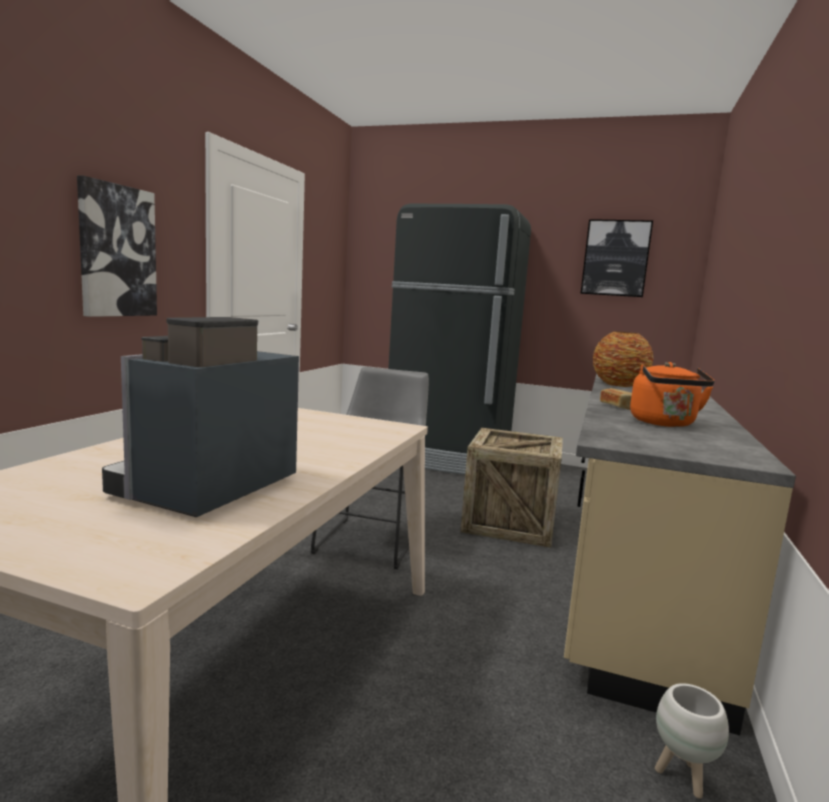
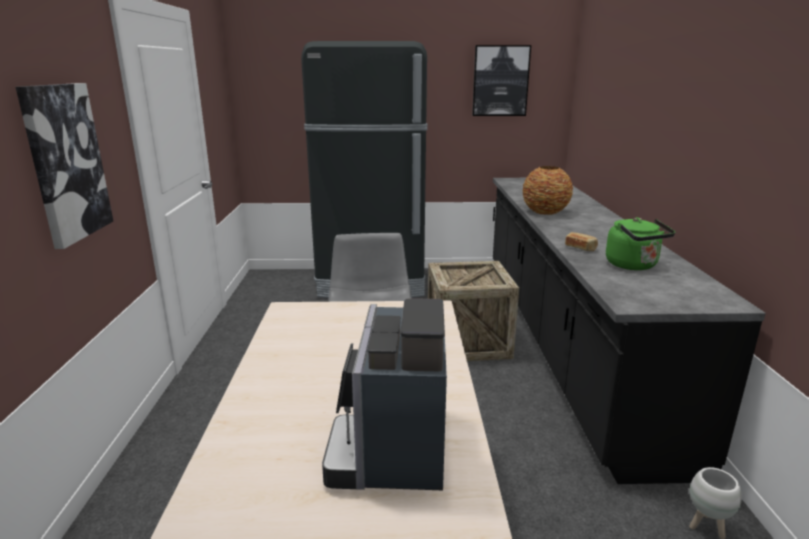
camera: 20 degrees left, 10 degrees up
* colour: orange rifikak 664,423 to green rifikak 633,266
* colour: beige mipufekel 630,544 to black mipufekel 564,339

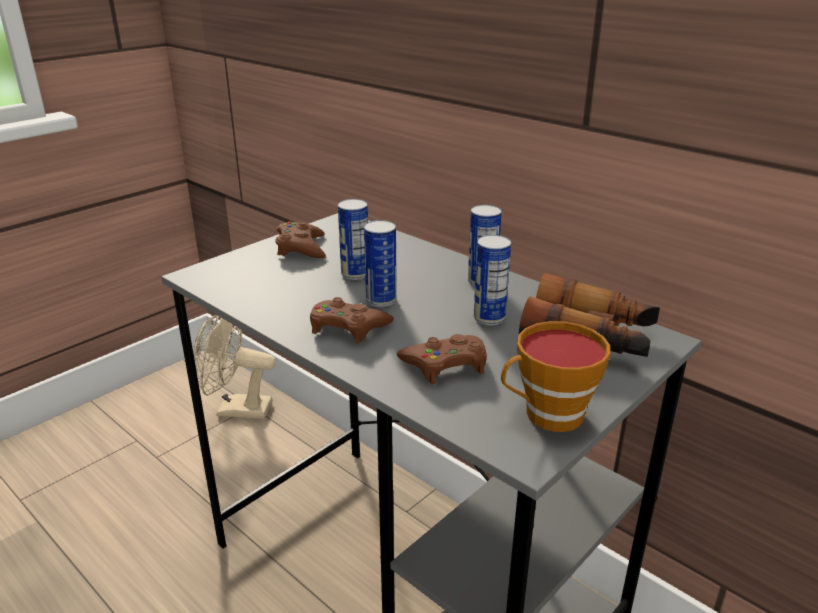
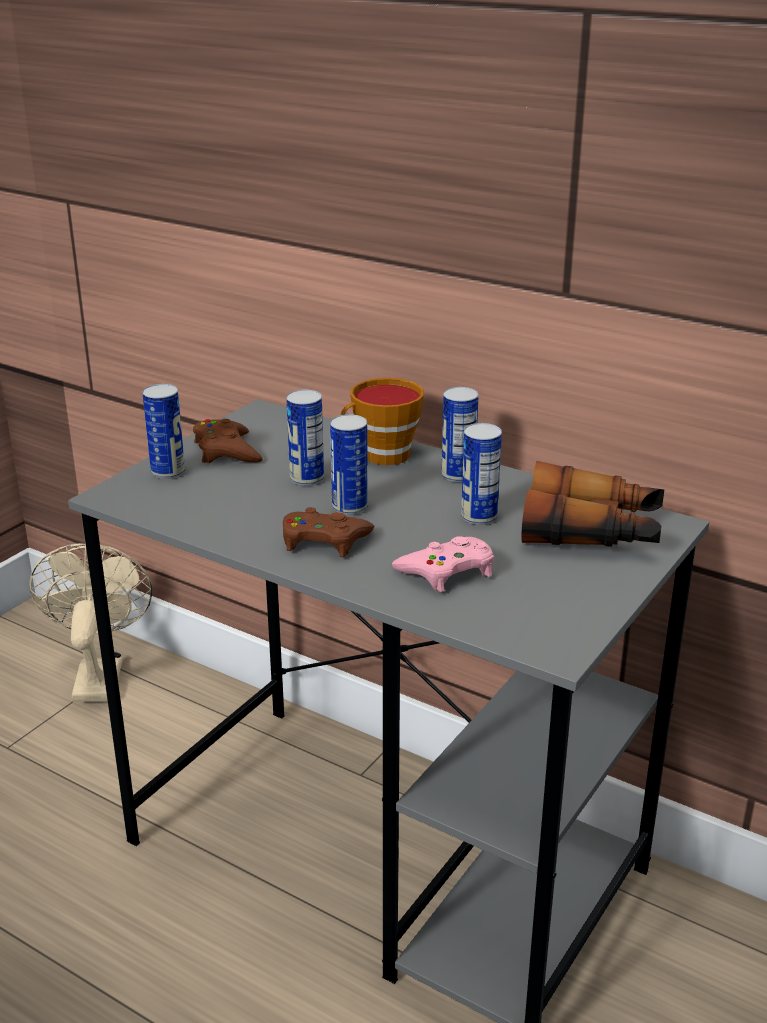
camera: 10 degrees left, 0 degrees up
* spun: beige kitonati 236,409 = 98,675 90 degrees clockwise
* relocated: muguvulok 548,416 to 381,456
* colour: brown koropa 445,364 to pink koropa 447,571
* appeared: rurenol 168,472

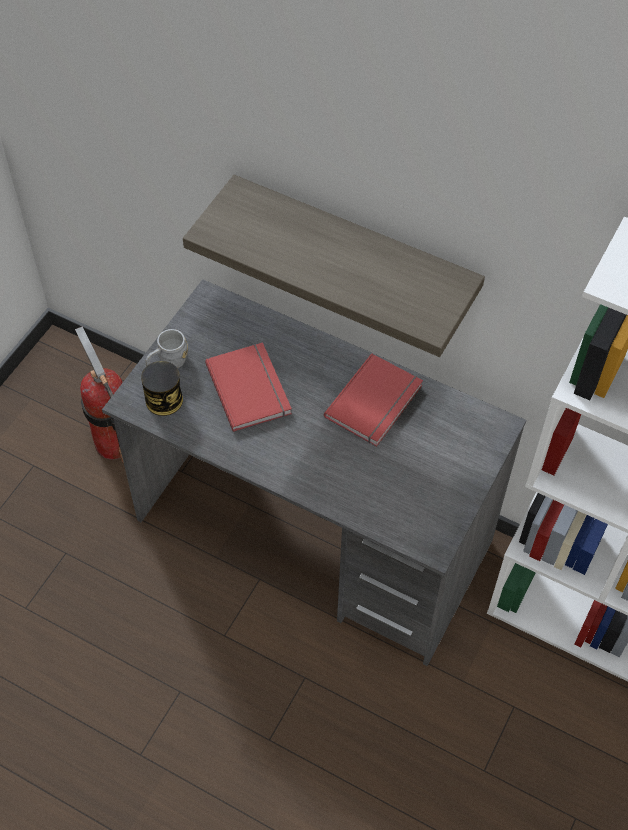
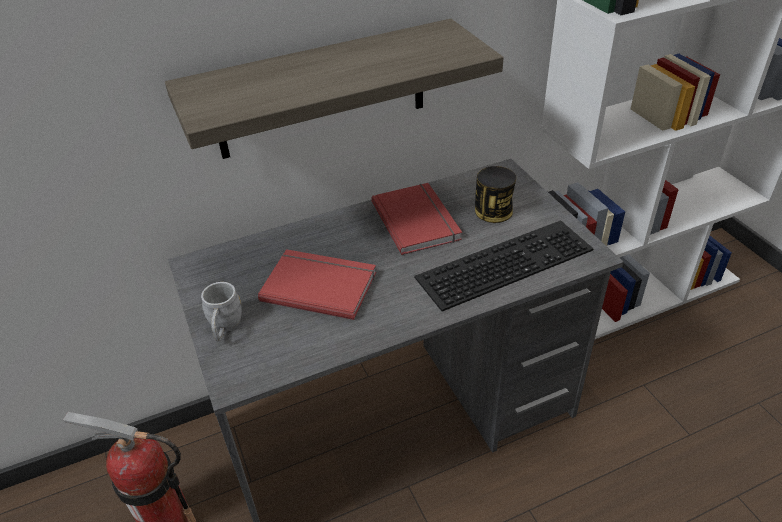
camera: 50 degrees left, 15 degrees down
* relocated: rurenol 164,400 to 493,211
* appeared: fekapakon 504,261

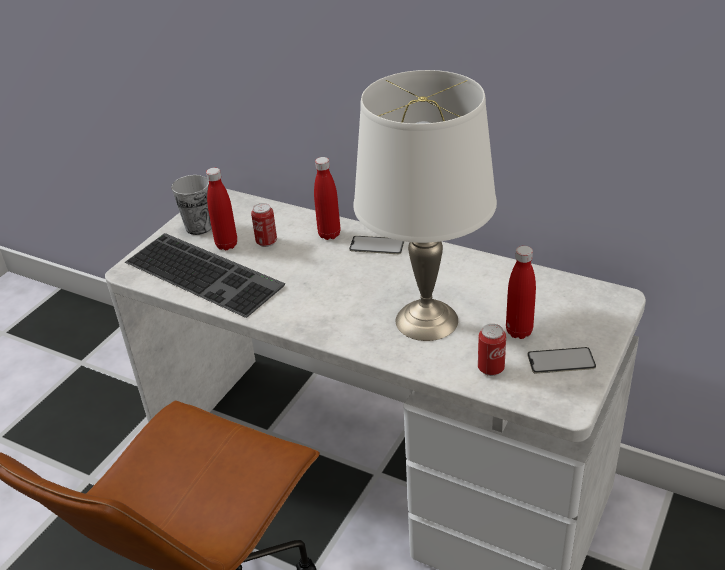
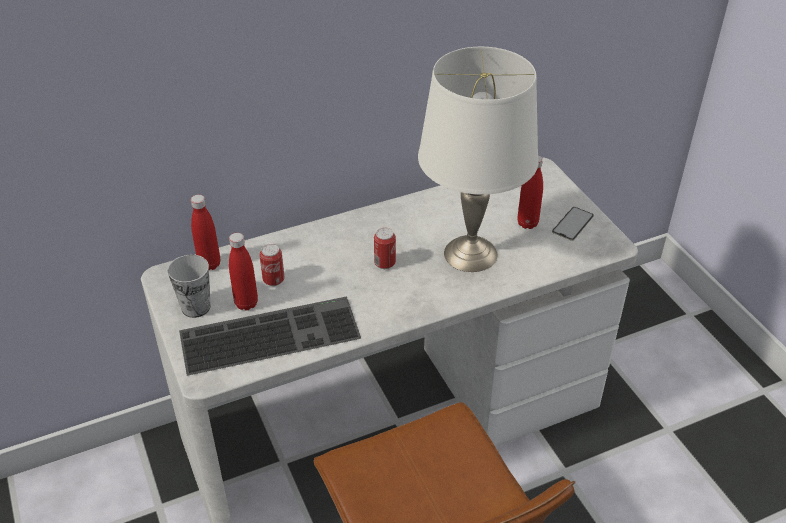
camera: 55 degrees left, 5 degrees up
* relocated: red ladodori 329,234 to 209,264
* missing: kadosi 377,245
* relocated: rurenol 491,369 to 385,264

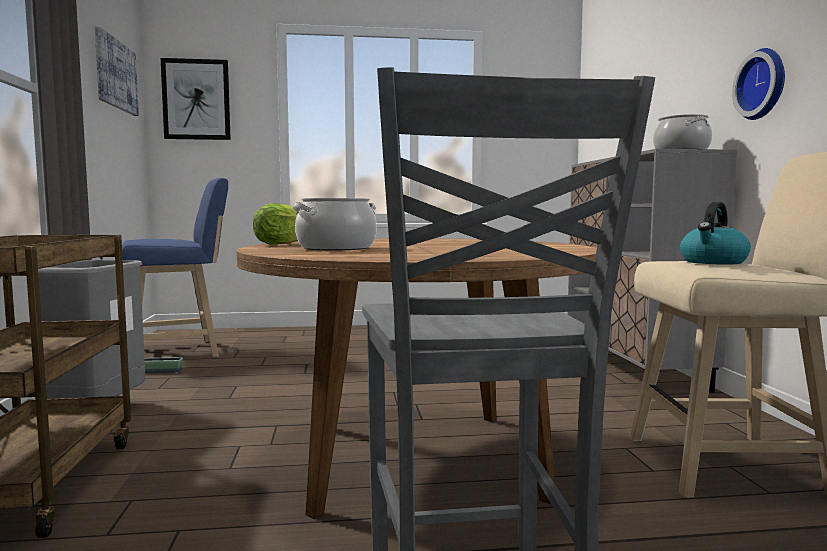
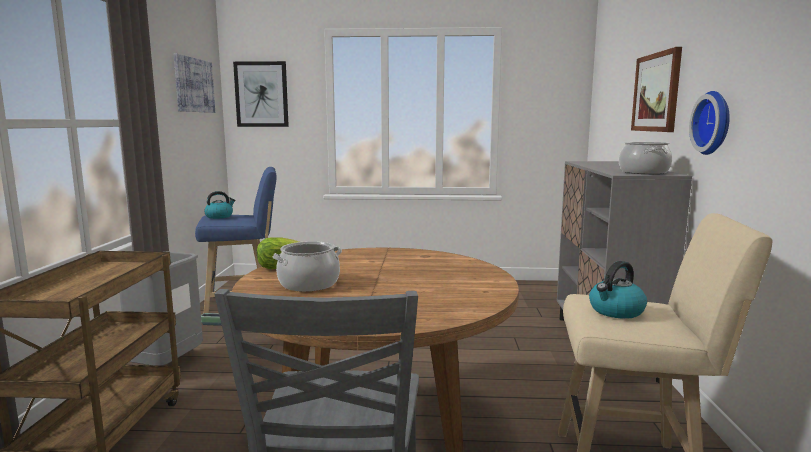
camera: 10 degrees right, 5 degrees up
* appeared: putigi 656,92
* appeared: rifikak 219,216

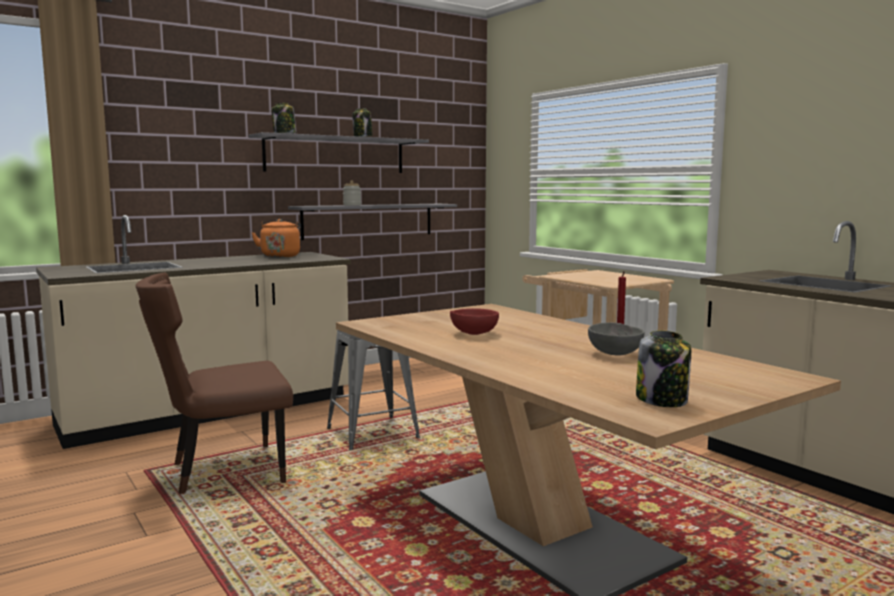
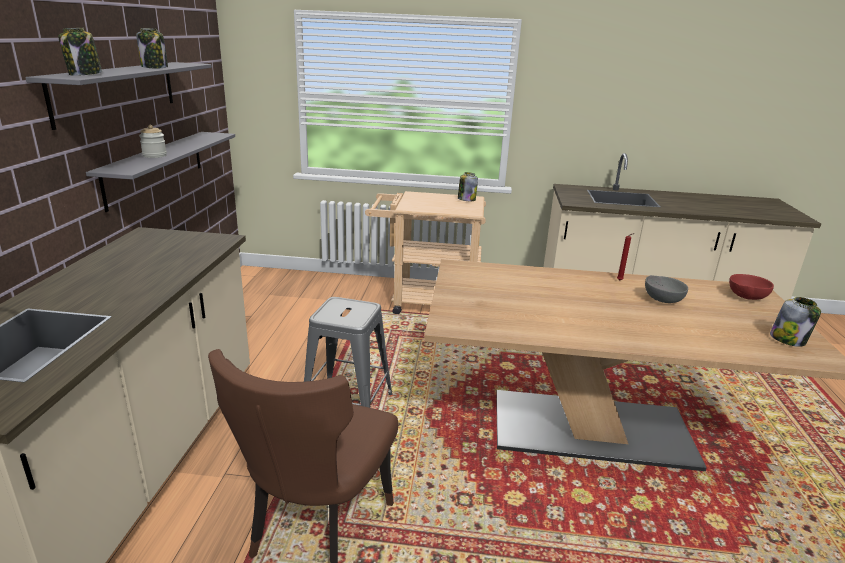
camera: 50 degrees left, 15 degrees up
* missing: orange rifikak 280,256
* relocated: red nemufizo 472,334 to 746,297
* appeared: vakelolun 466,199

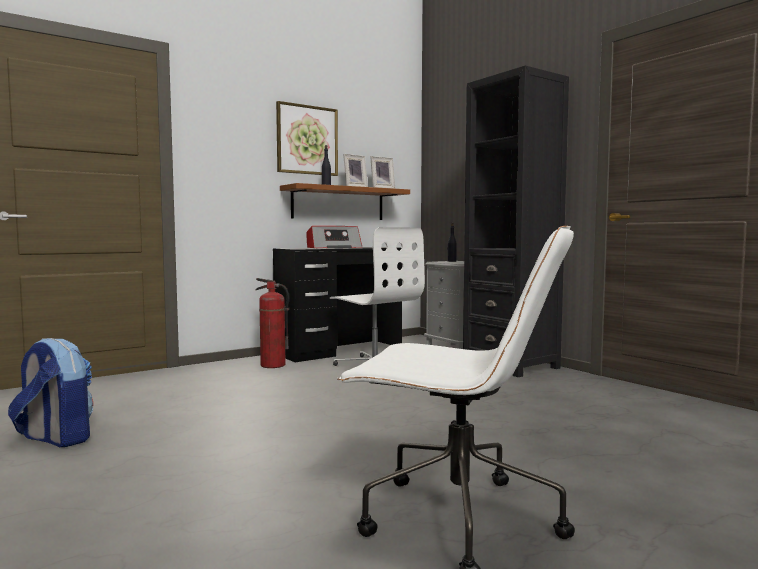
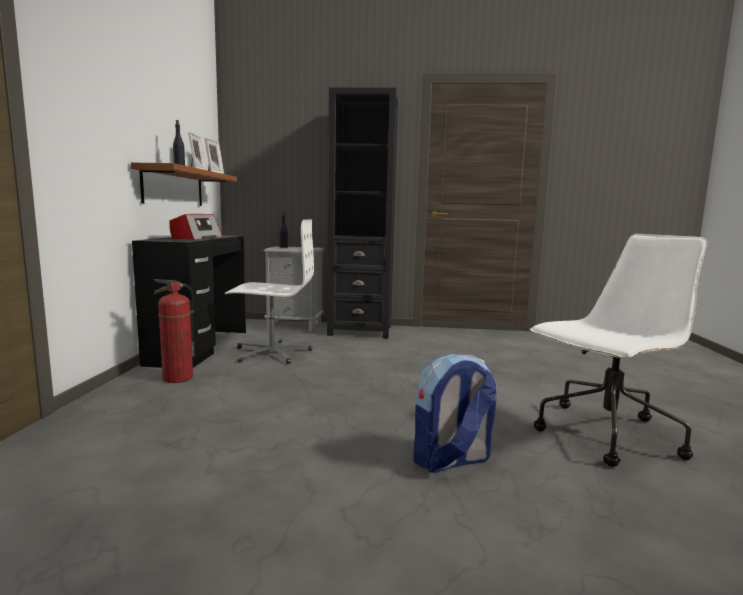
camera: 50 degrees left, 5 degrees up
* missing: putigi 307,140
* relocated: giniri 55,438 to 451,461

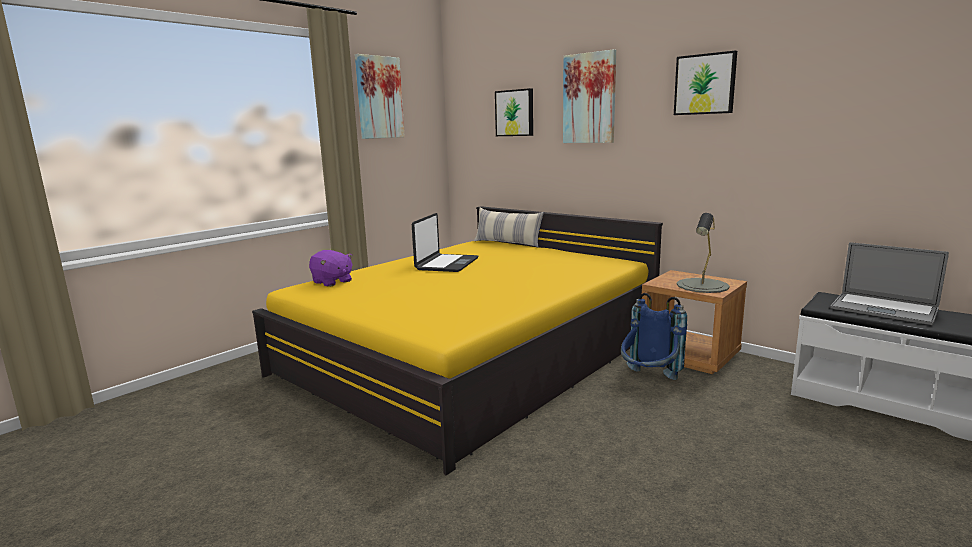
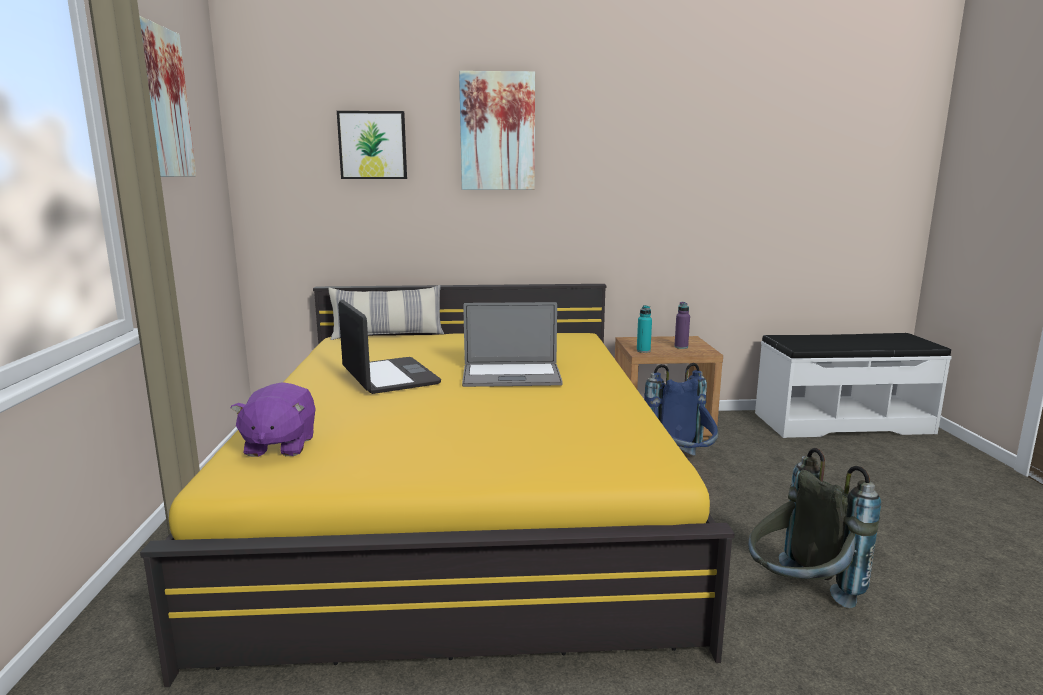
camera: 45 degrees left, 0 degrees up
* missing: putigi 705,84
* exchanged: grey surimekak 702,285 to purple ladodori 681,347
* relocated: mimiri 883,309 to 511,376
* spun: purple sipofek 332,282 = 279,446 90 degrees clockwise
* appeared: turquoise ladodori 643,351
* appeared: grey giniri 798,596

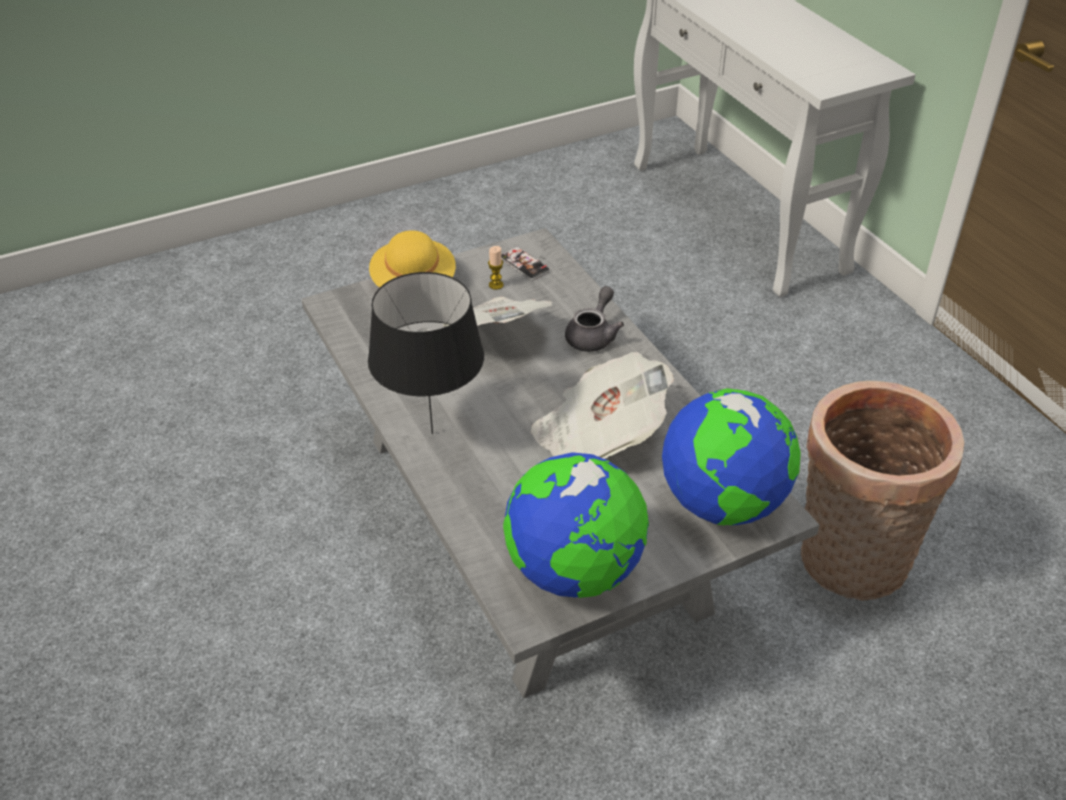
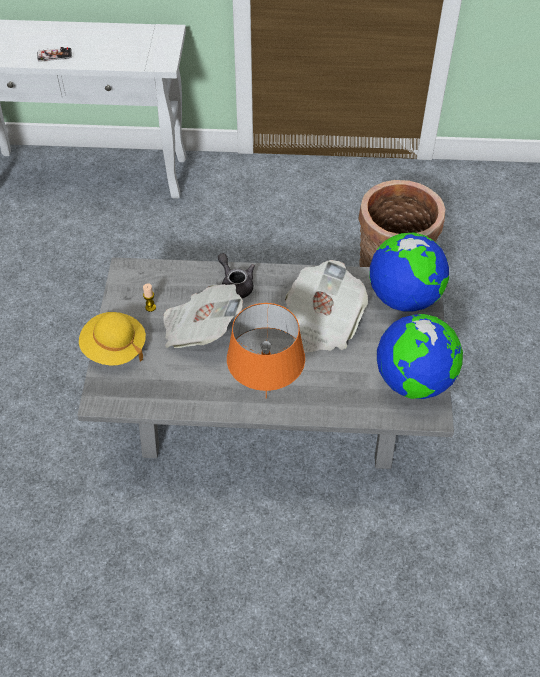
camera: 60 degrees left, 10 degrees up
* relocated: kadosi 524,264 to 54,55
* colour: black surimekak 430,433 to orange surimekak 265,398

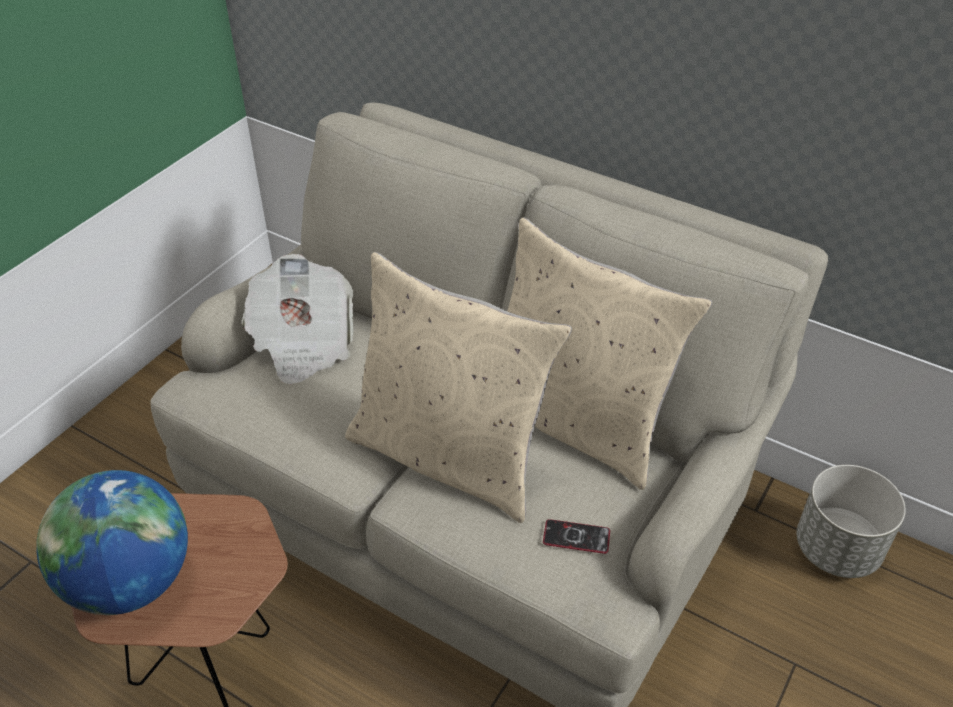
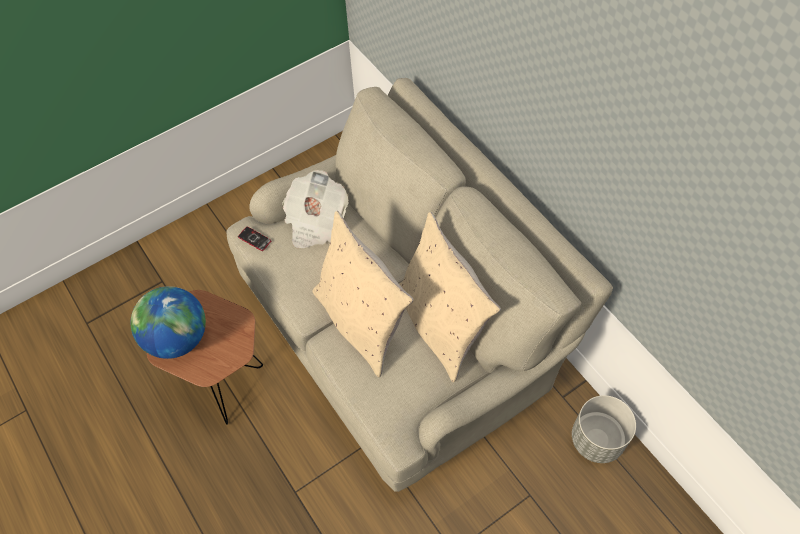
camera: 25 degrees right, 15 degrees up
* relocated: kadosi 576,537 to 254,239

